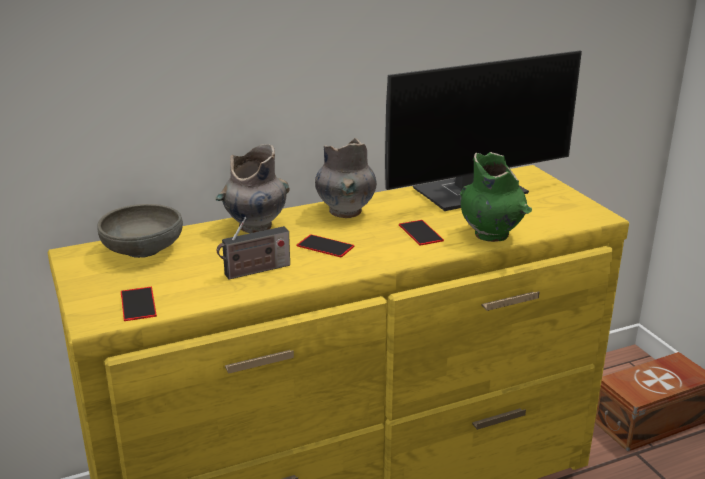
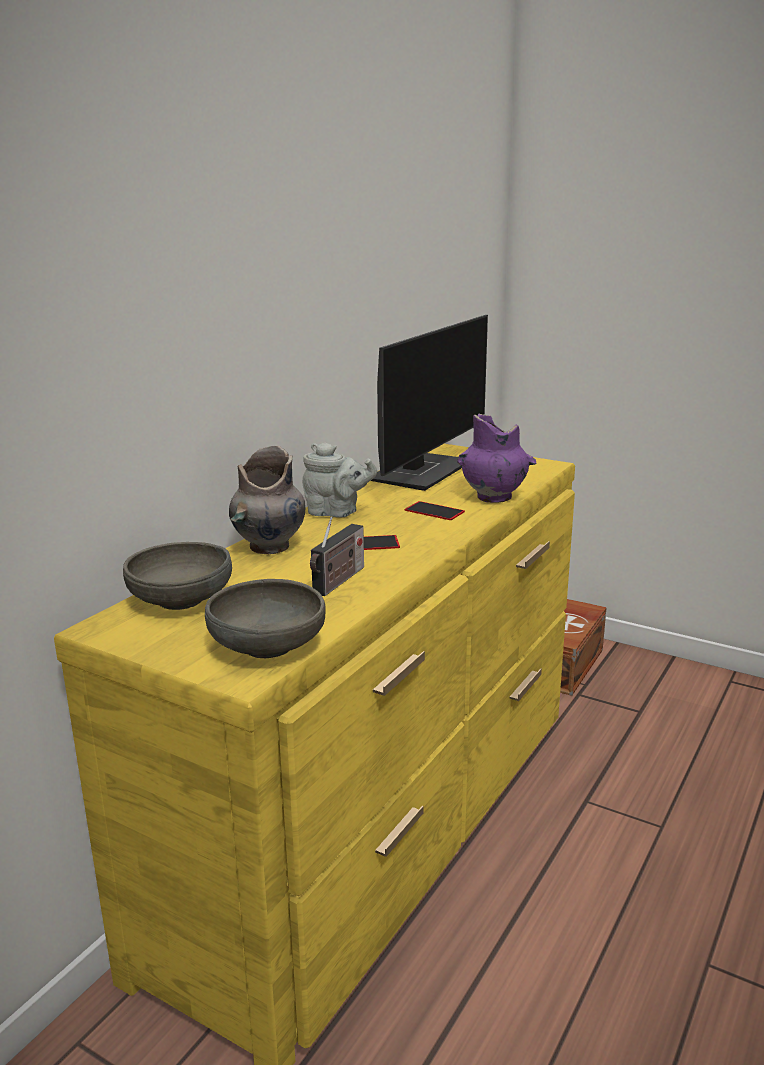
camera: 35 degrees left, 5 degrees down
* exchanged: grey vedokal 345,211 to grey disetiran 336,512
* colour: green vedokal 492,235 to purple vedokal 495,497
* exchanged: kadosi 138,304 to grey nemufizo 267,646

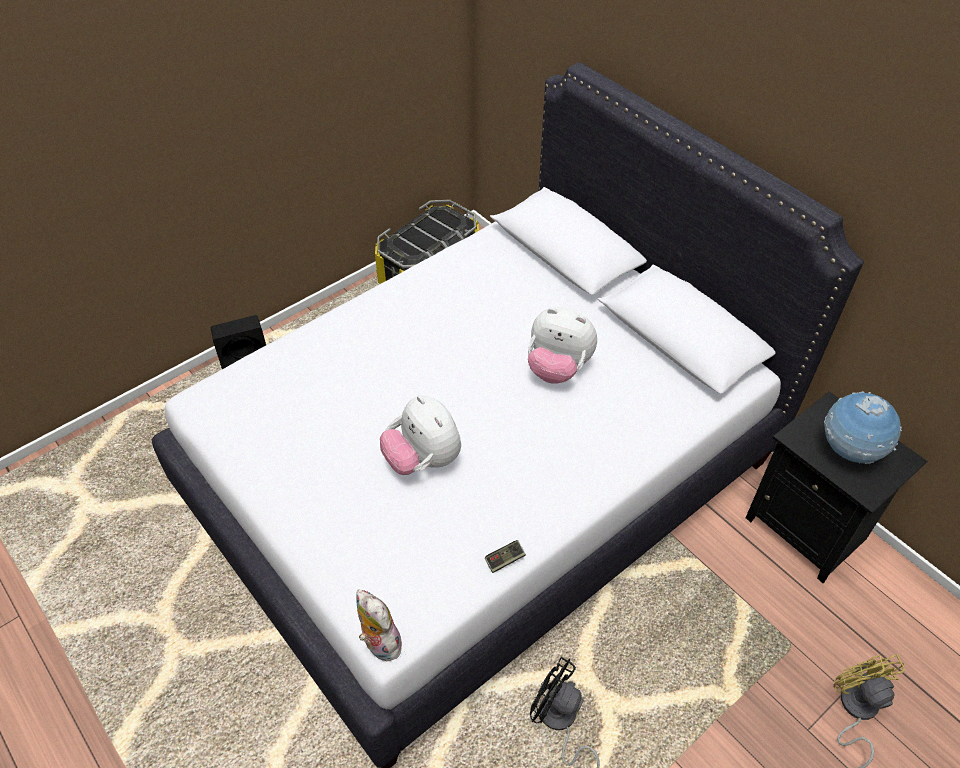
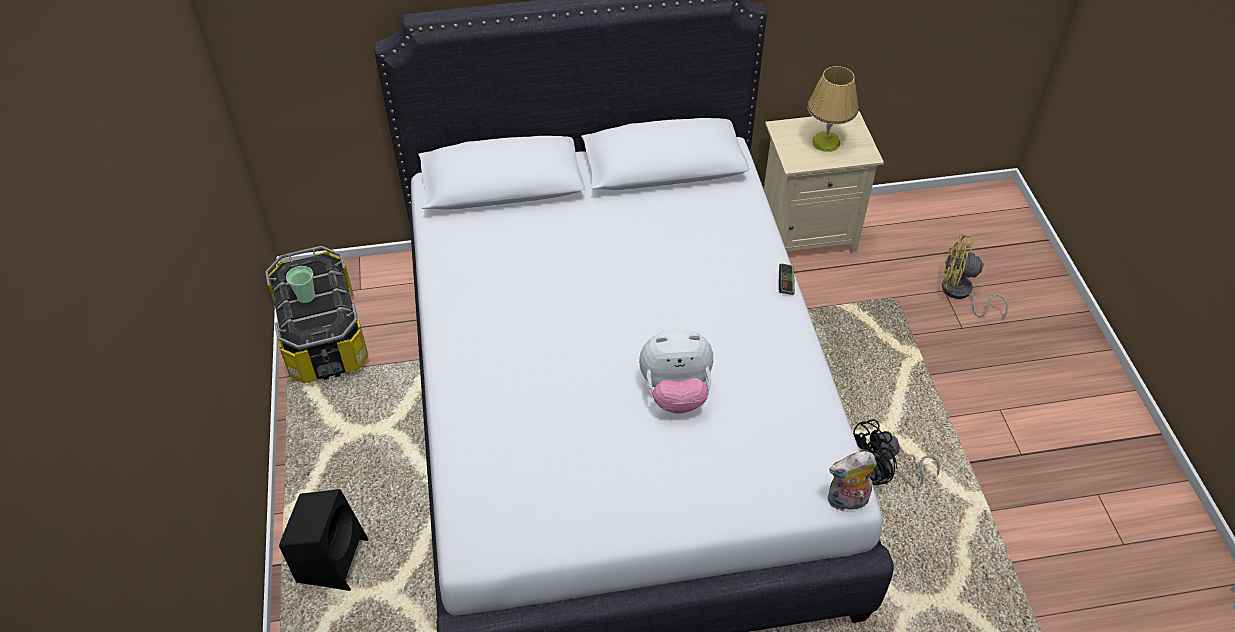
camera: 60 degrees left, 0 degrees up
* missing: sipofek 558,368
* colour: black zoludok 807,528 to beige zoludok 806,232
* exchanged: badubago 849,451 to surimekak 826,142
* relocated: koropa 505,560 to 786,283
* appeared: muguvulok 306,297

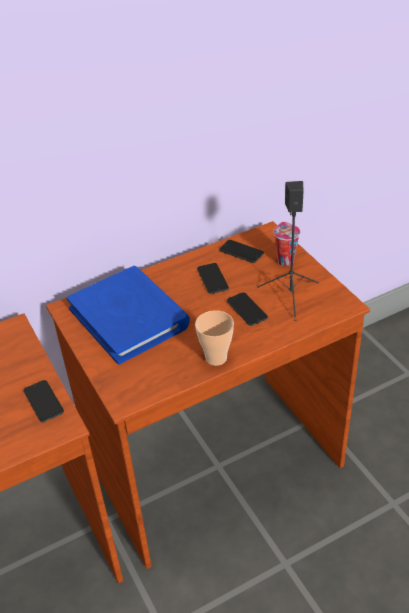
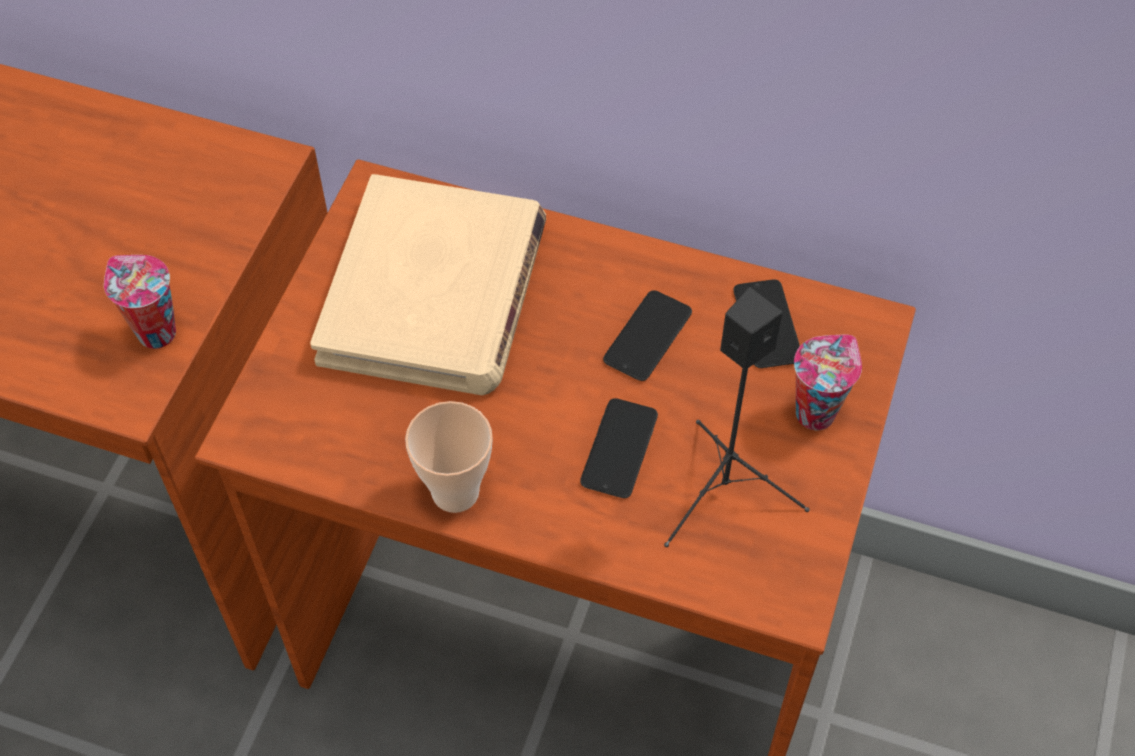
camera: 45 degrees right, 15 degrees up
* colour: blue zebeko 129,317 to beige zebeko 434,292
* exchanged: kadosi 43,401 to muguvulok 154,332

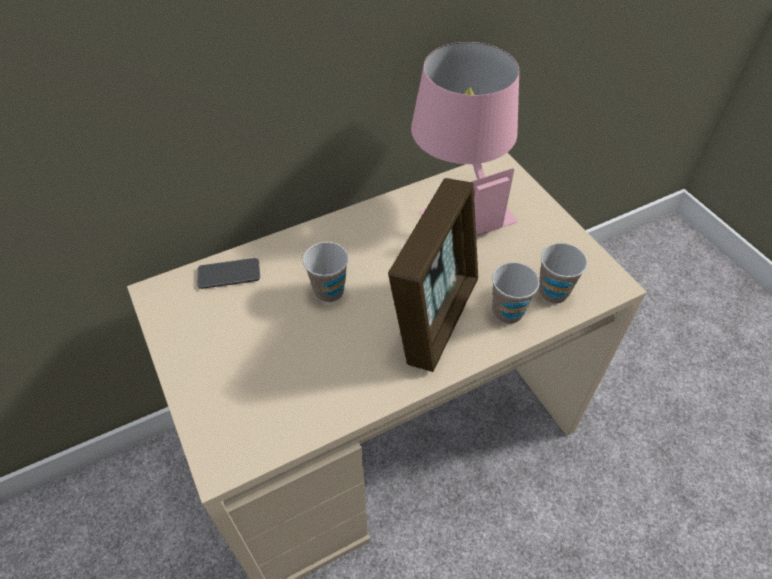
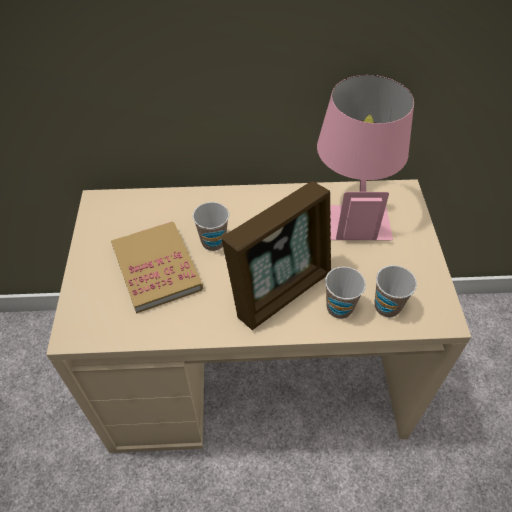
camera: 25 degrees right, 0 degrees up
* missing: kadosi 229,274
* appeared: zebeko 156,268

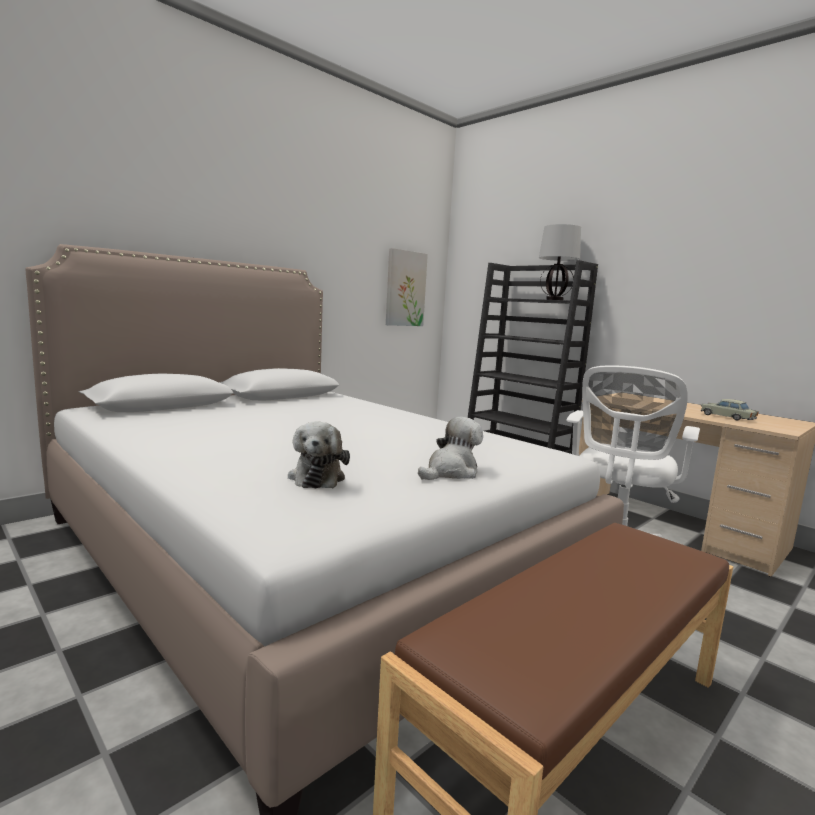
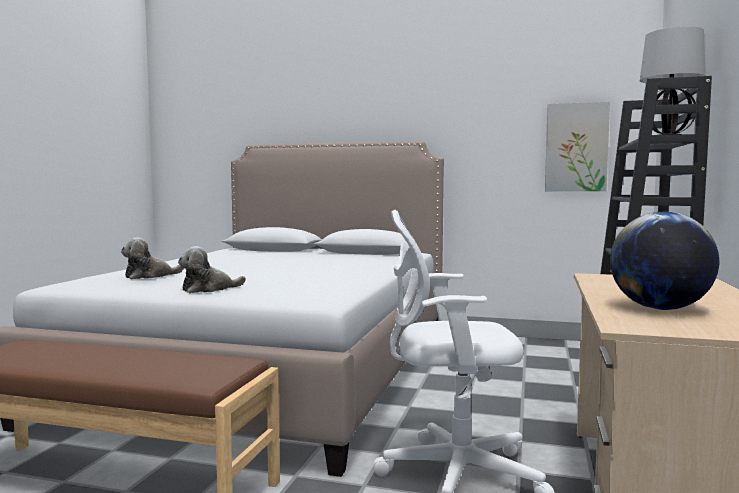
camera: 60 degrees right, 5 degrees down
* exchanged: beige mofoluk 727,417 to badubago 660,309
* spun: sipofek 451,472 = 208,289 135 degrees clockwise

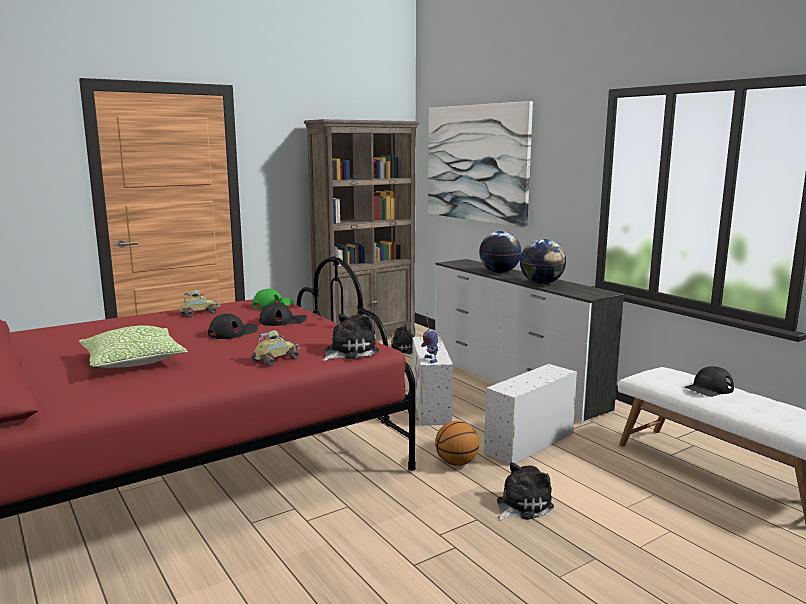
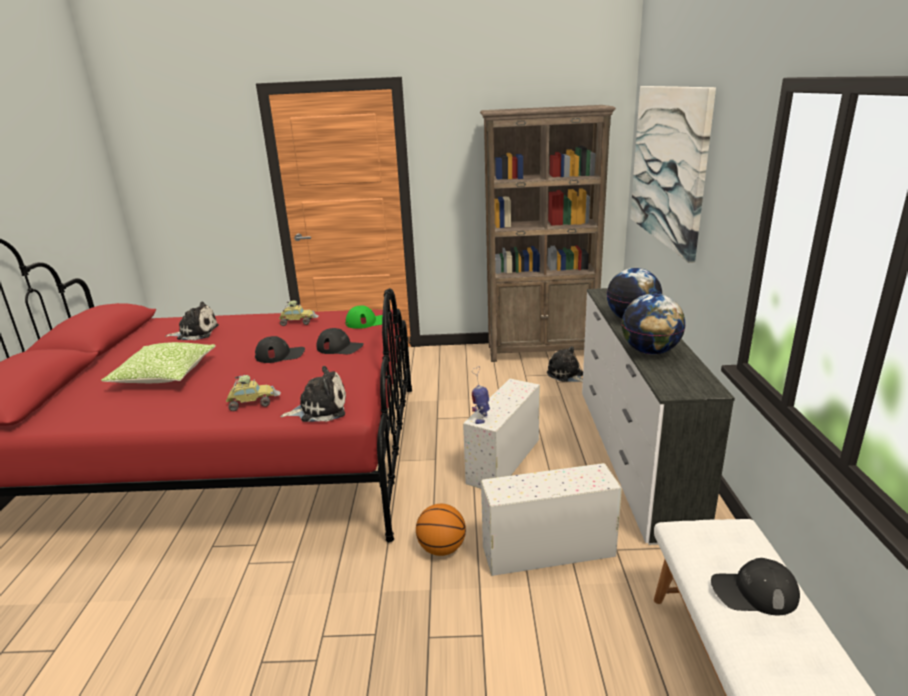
camera: 35 degrees right, 10 degrees up
* relocated: sipofek 521,506 to 195,333

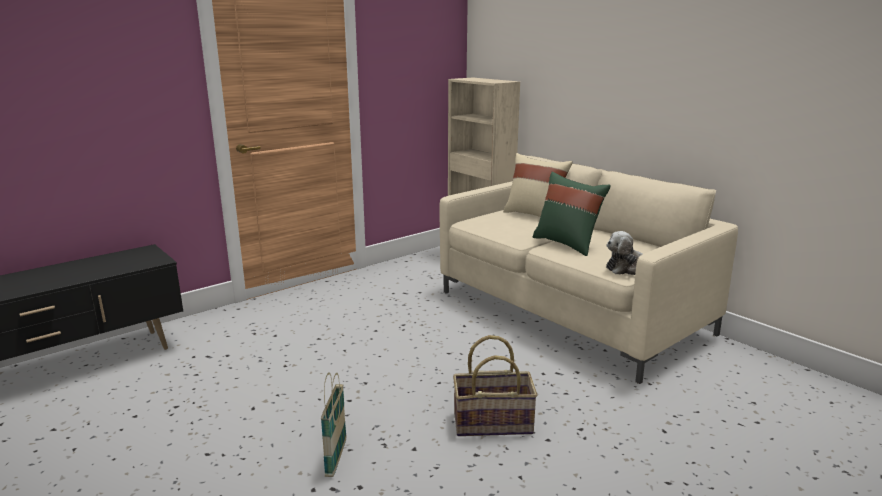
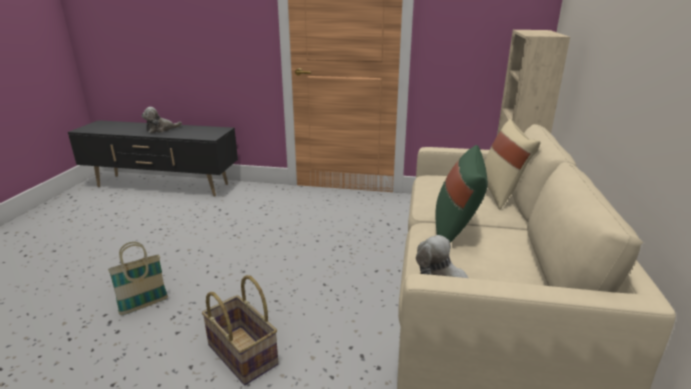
camera: 50 degrees right, 5 degrees up
* appeared: sipofek 161,129

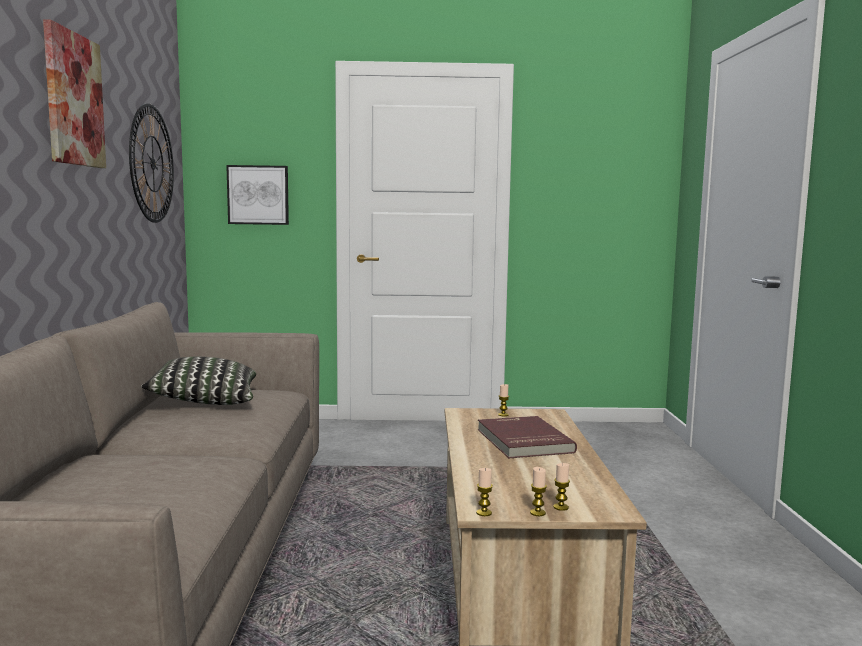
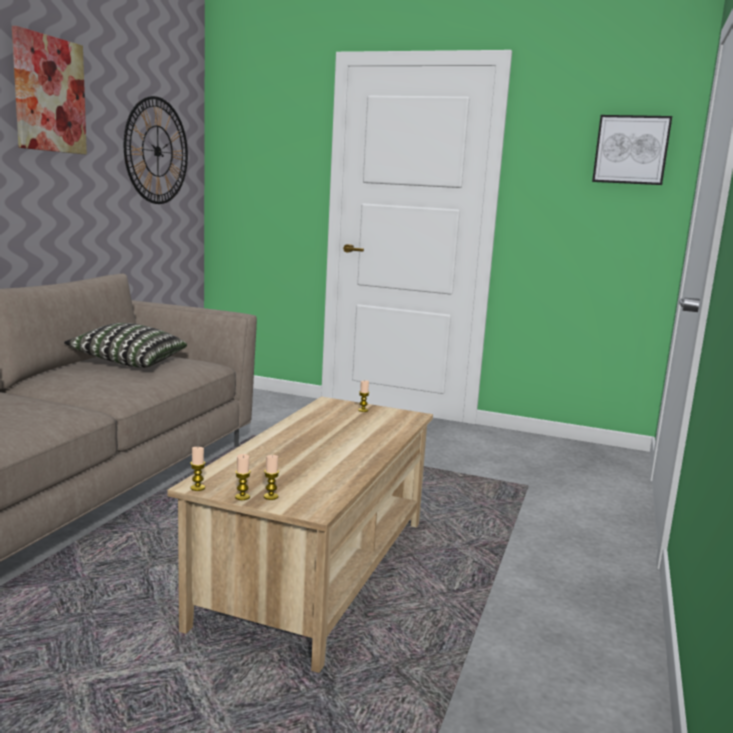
camera: 20 degrees right, 5 degrees up
* relocated: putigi 258,195 to 631,150
* missing: red zebeko 522,441

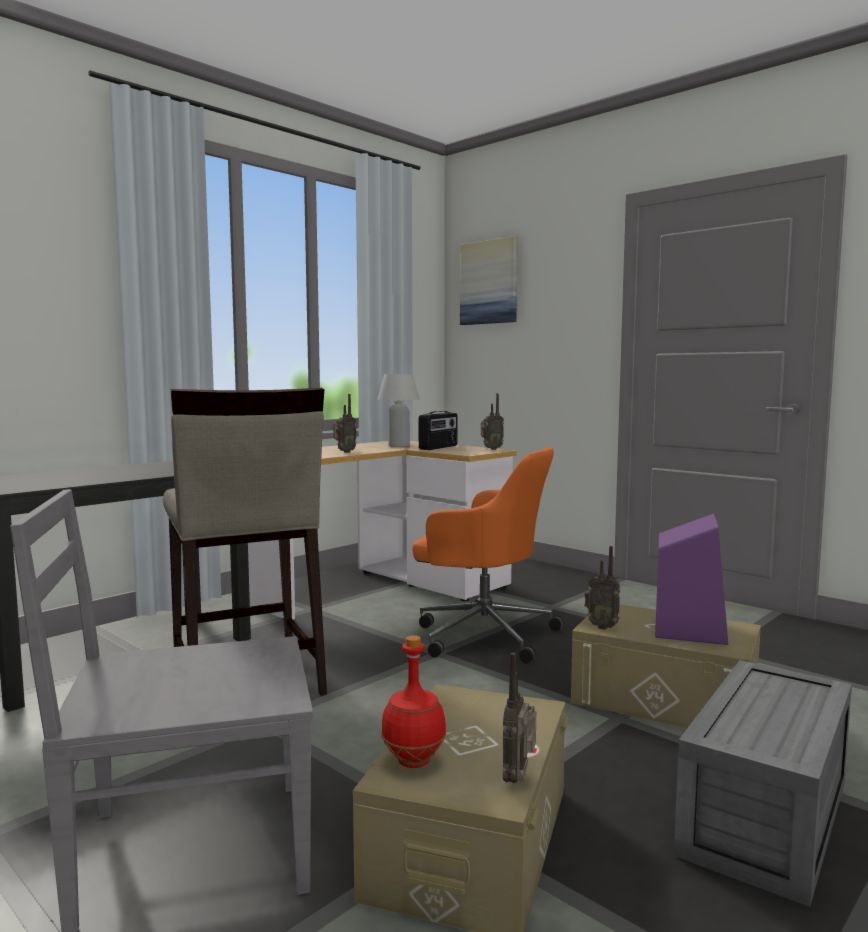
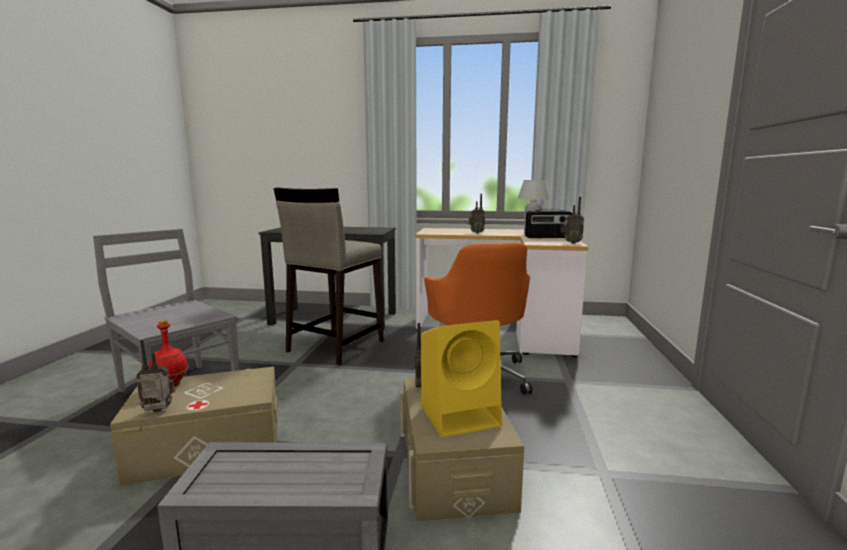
camera: 55 degrees right, 5 degrees up
* missing: putigi 489,282
* colour: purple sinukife 689,629 to yellow sinukife 461,415

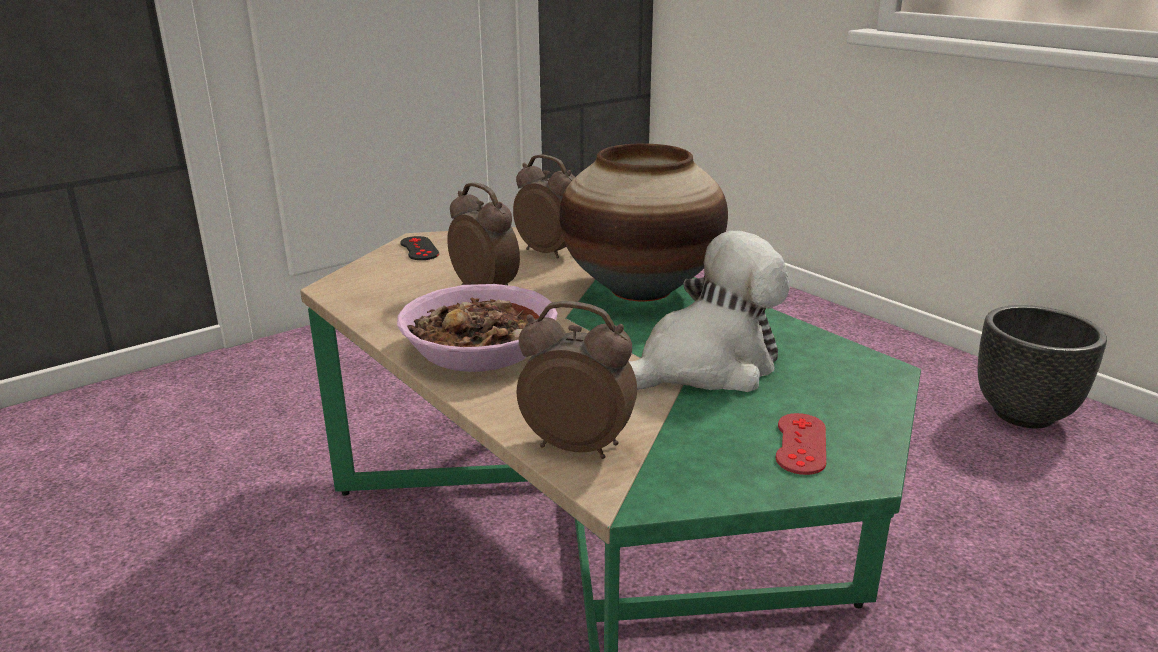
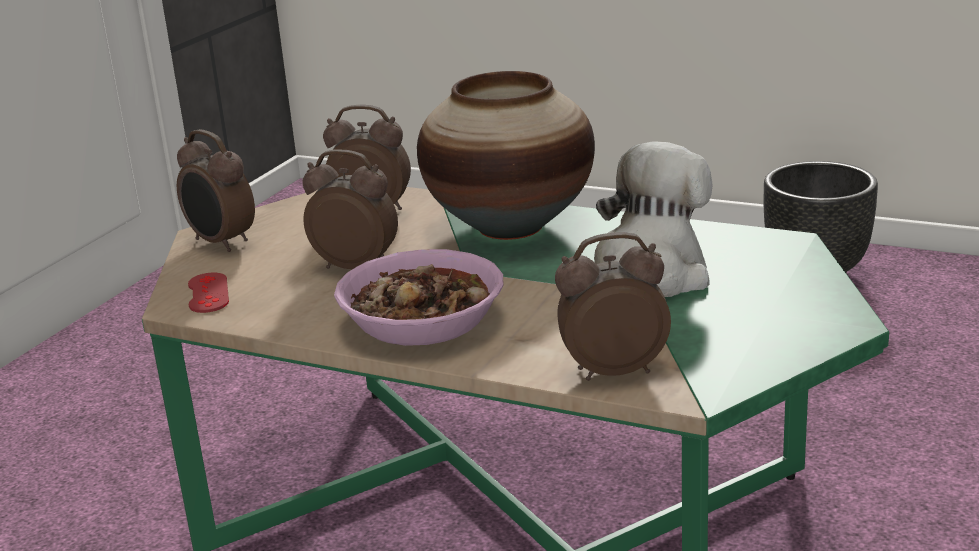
camera: 25 degrees left, 0 degrees up
* exchanged: black koropa 419,249 to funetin 221,243
* relocated: red koropa 801,444 to 208,293

